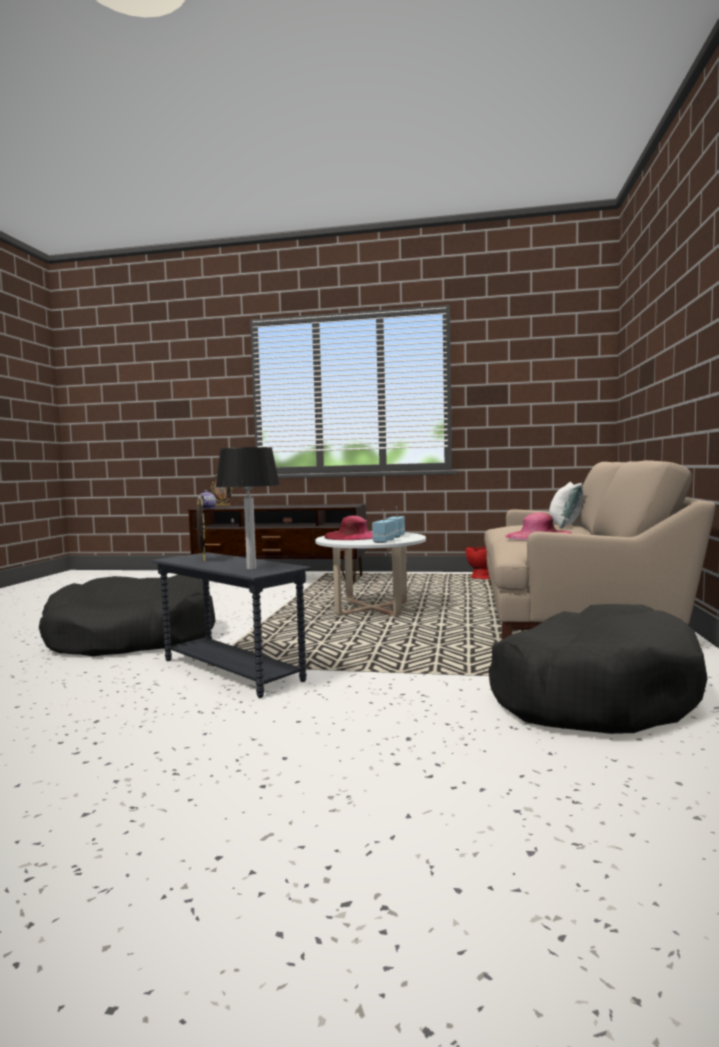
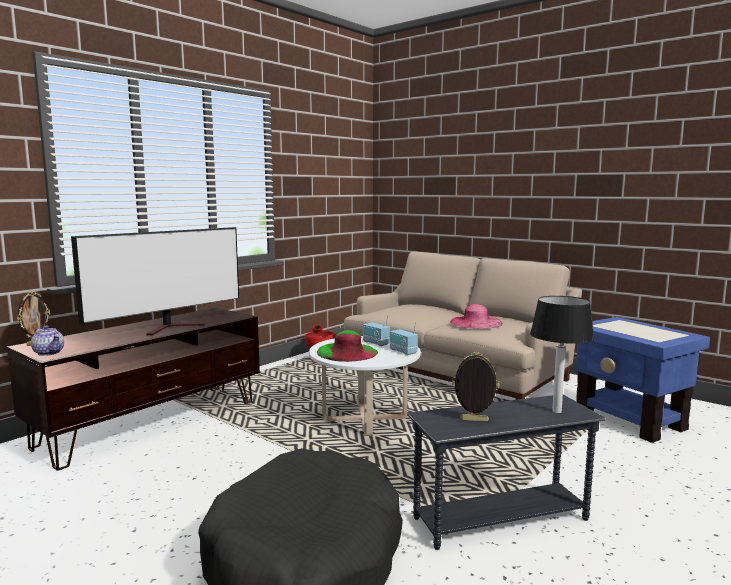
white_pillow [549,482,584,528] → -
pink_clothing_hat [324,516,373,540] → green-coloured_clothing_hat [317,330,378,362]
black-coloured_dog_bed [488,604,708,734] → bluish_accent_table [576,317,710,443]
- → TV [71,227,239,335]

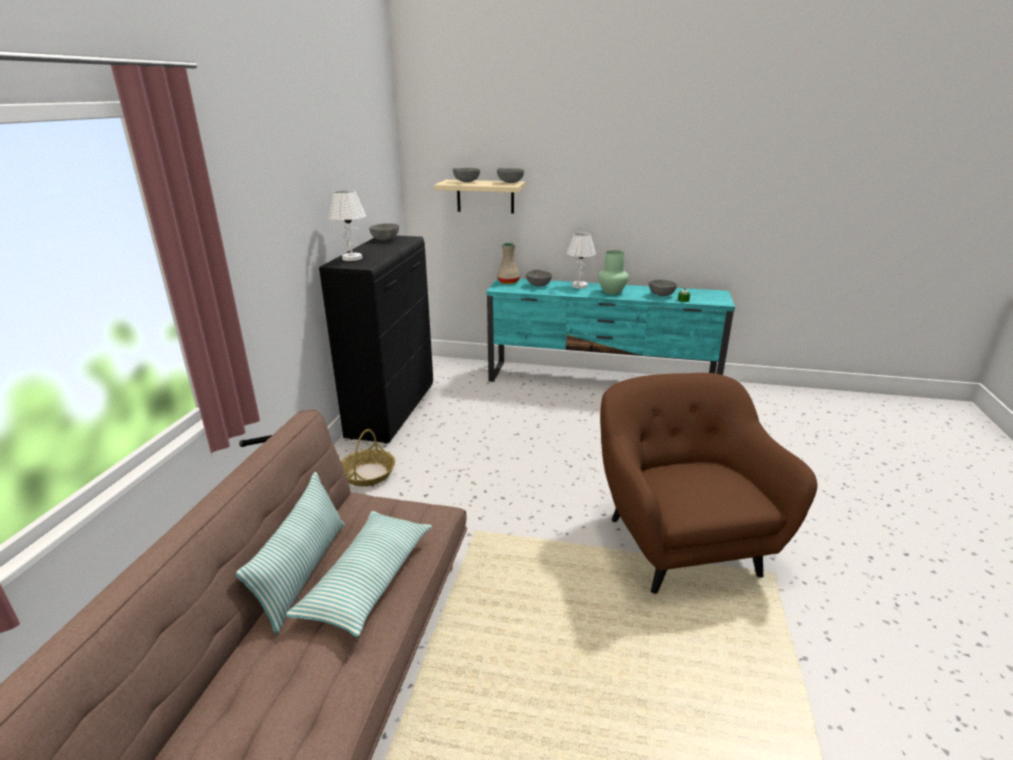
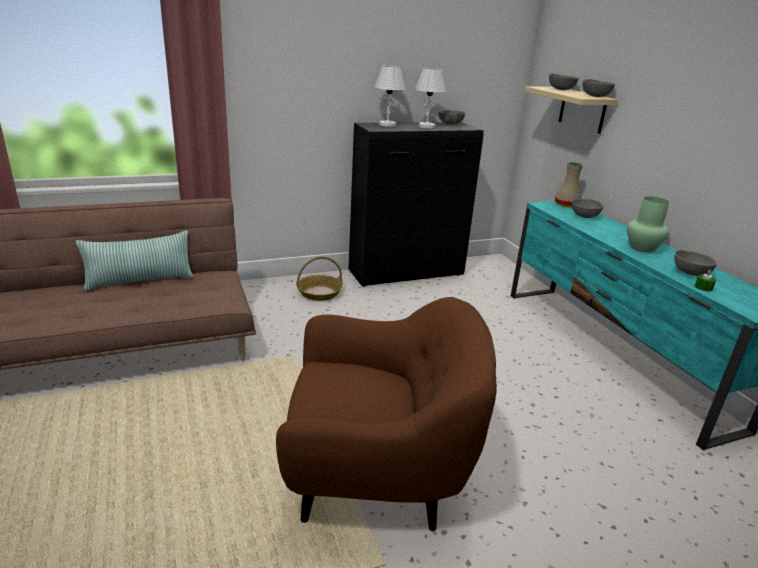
white_lamp_for_a_table [567,233,596,288] → white_lamp_for_a_table [415,68,446,128], shifted
brownish_armchair [600,373,817,594] → brownish_armchair [276,297,497,531], 45 degrees clockwise
pillow [286,511,432,637] → -

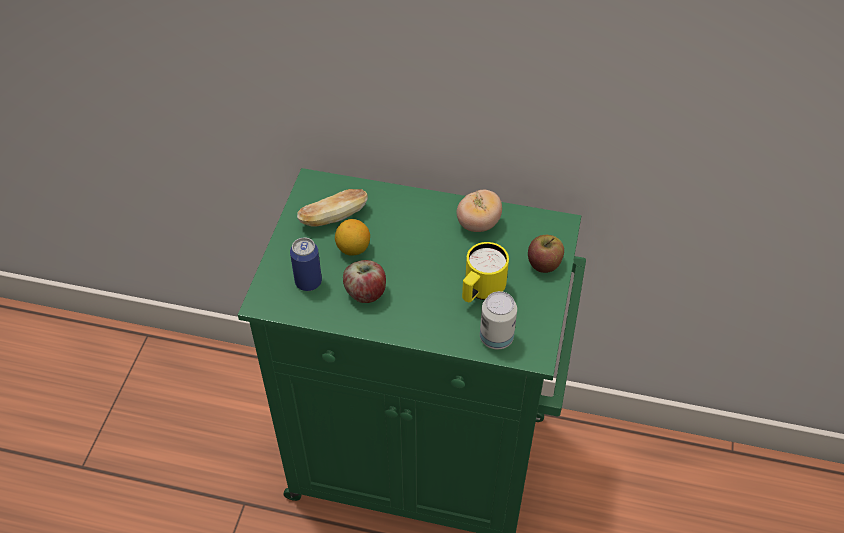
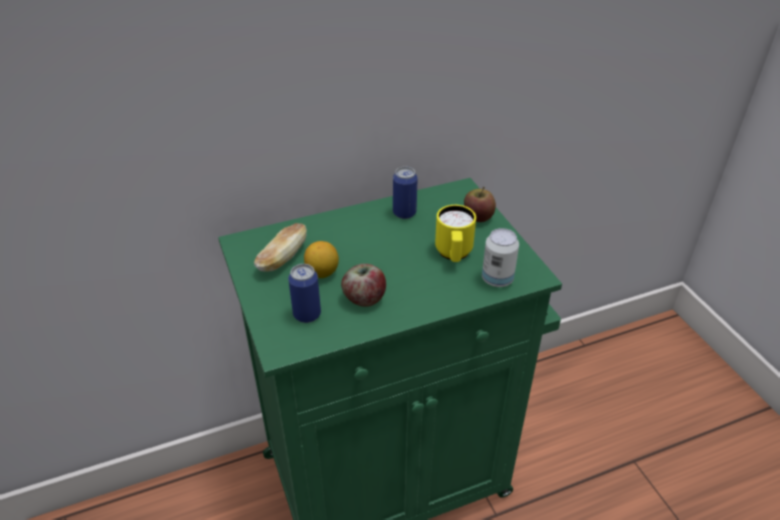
whole_tomato [456,190,502,232] → can [393,167,418,219]

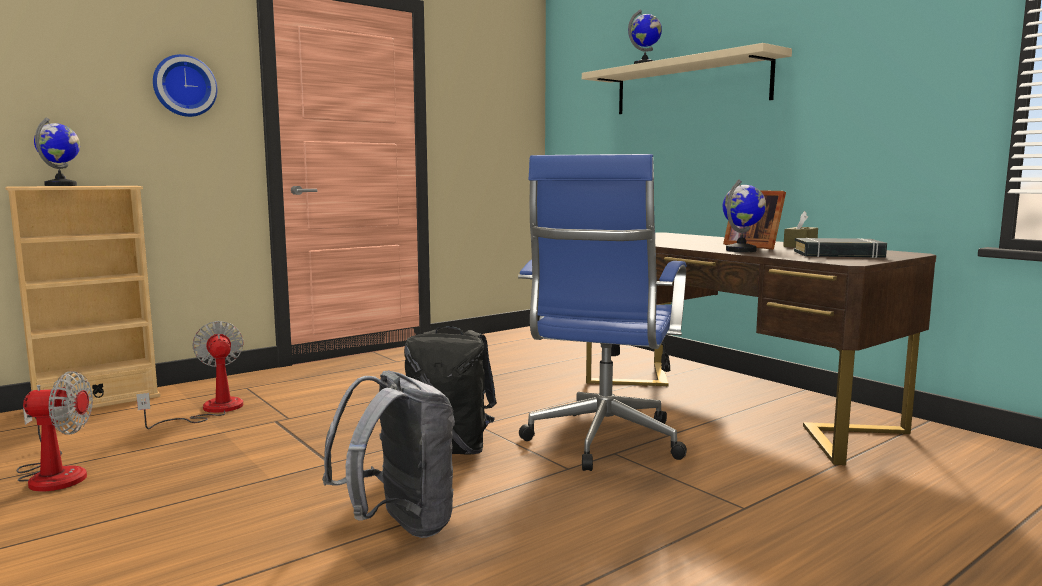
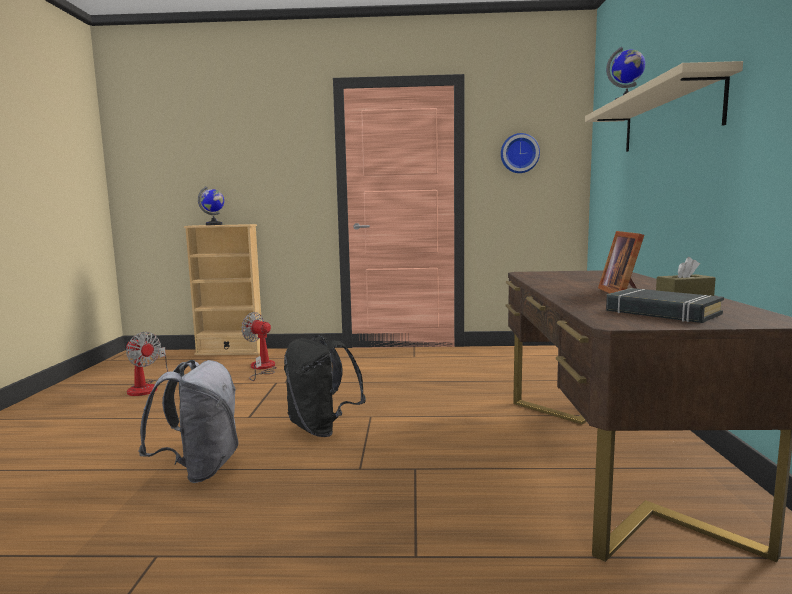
hanging_clock [153,54,217,117] → hanging_clock [501,133,540,173], shifted
bluish_desk_chair [518,154,687,471] → -
world_globe [723,179,766,252] → -
electric_fan [136,321,244,429] → electric_fan [241,312,277,381], 75 degrees counterclockwise

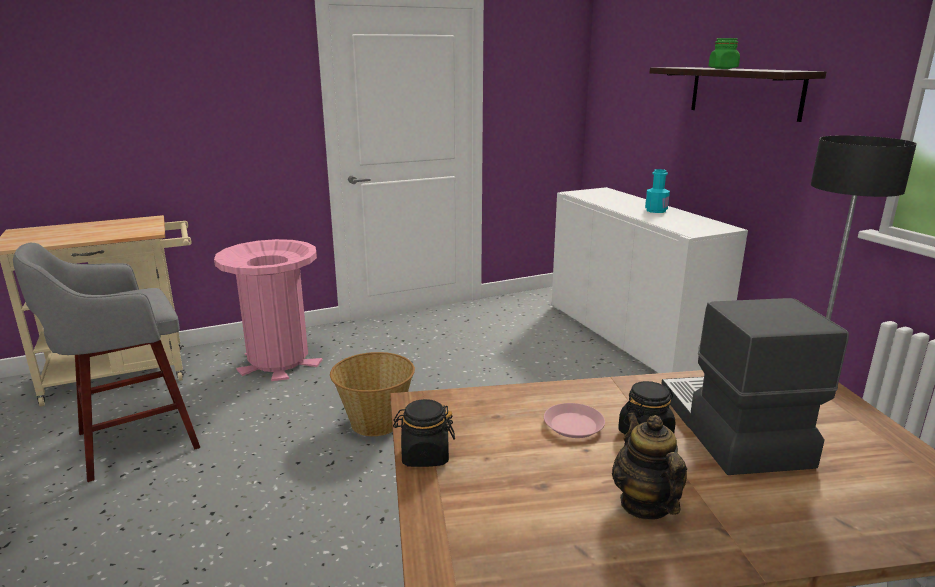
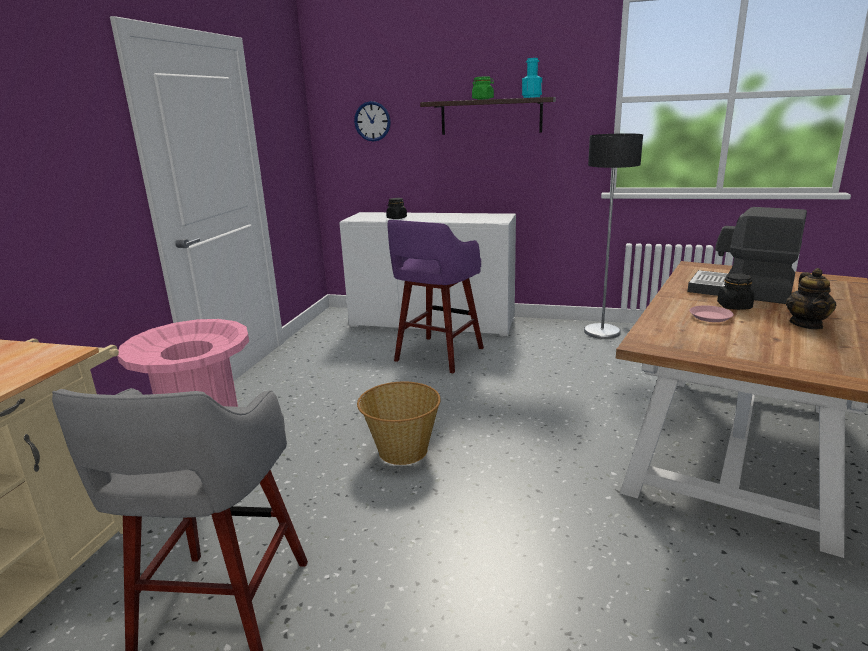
turquoise_drink_bottle [645,169,670,213] → turquoise_drink_bottle [522,58,542,98], shifted
black-coloured_preserve_jar [393,399,455,467] → black-coloured_preserve_jar [386,198,407,219], shifted
teapot [612,413,687,520] → teapot [786,268,836,330], 105 degrees counterclockwise
- → hanging_clock [354,101,391,142]
- → purple_sitting_stool [387,220,484,373]

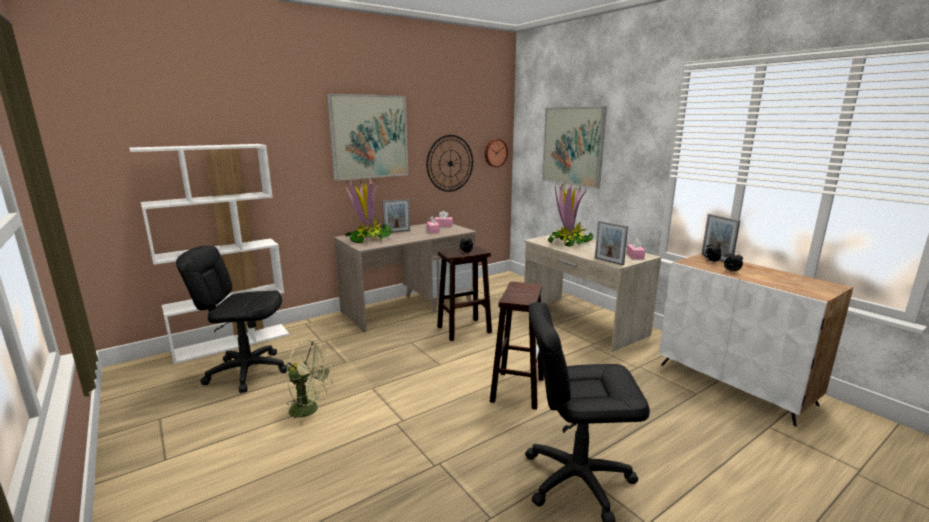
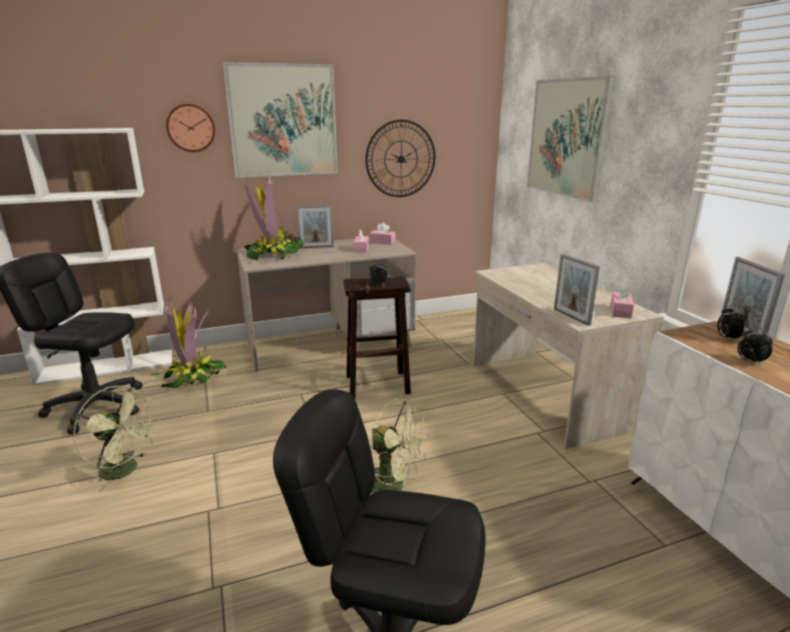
hanging_clock [485,139,508,167] → hanging_clock [166,104,215,152], shifted
houseplant [548,181,593,247] → houseplant [150,298,227,388], shifted
brownish_sitting_stool [490,282,544,410] → green-coloured_electric_fan [371,399,429,493]

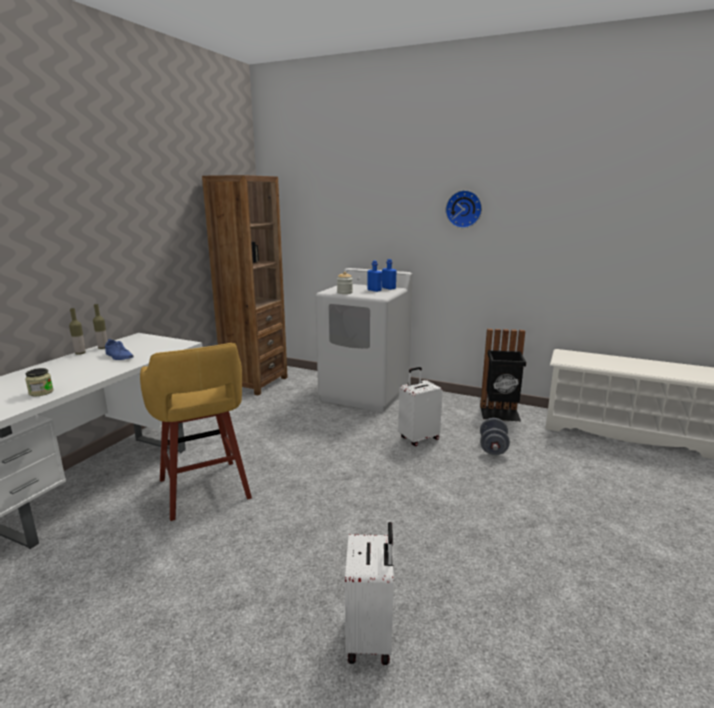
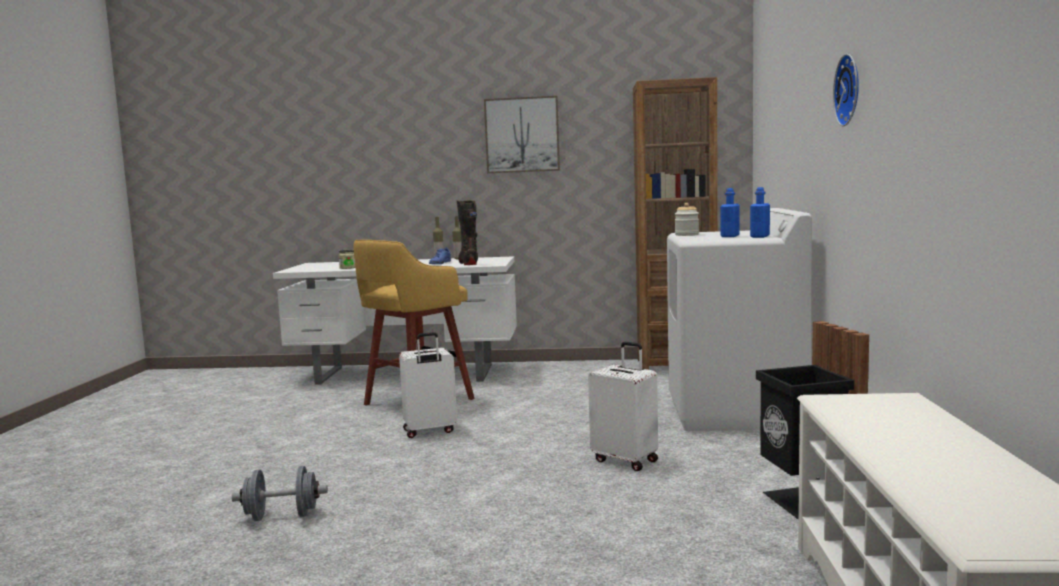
gray_hand_weight [480,418,510,455] → gray_hand_weight [232,466,328,521], shifted
white_suitcase [345,522,394,665] → white_suitcase [399,332,457,438], shifted
- → wall_art [484,96,560,173]
- → black-coloured_high-top_boot [457,200,478,265]

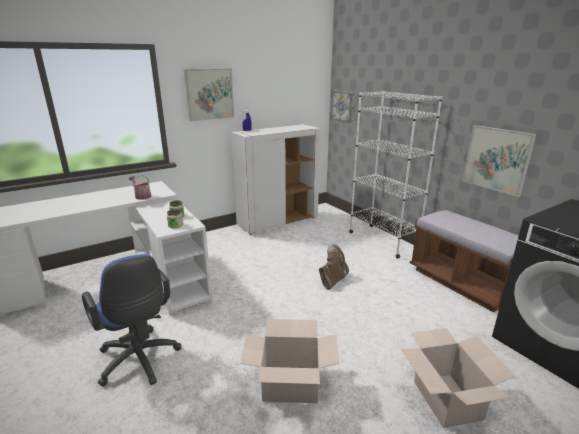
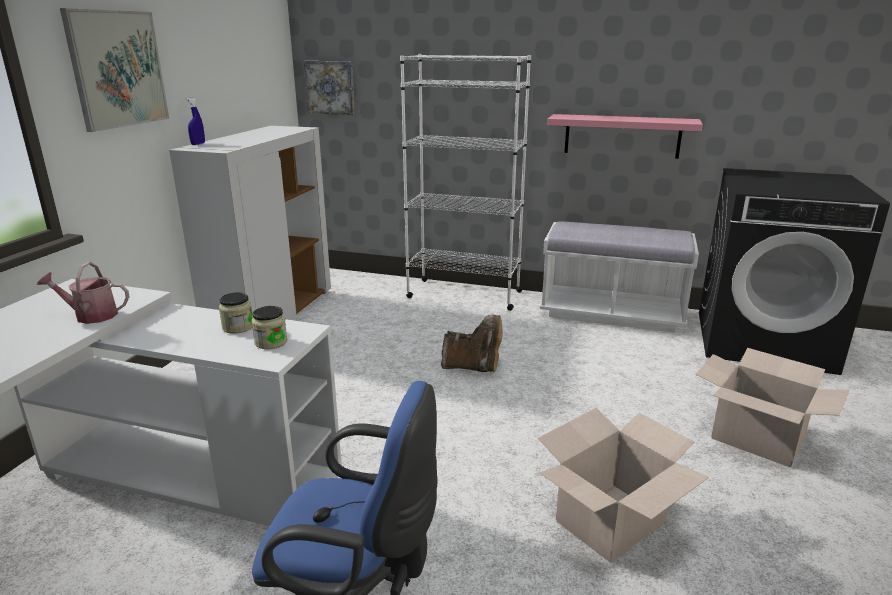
wall_art [463,125,536,197] → pink_wall_shelf [547,114,703,159]
brownish_long_seat [410,210,519,312] → white_long_seat [540,221,699,332]
brownish_high-top_boot [319,245,349,290] → brownish_high-top_boot [441,314,502,372], 105 degrees clockwise

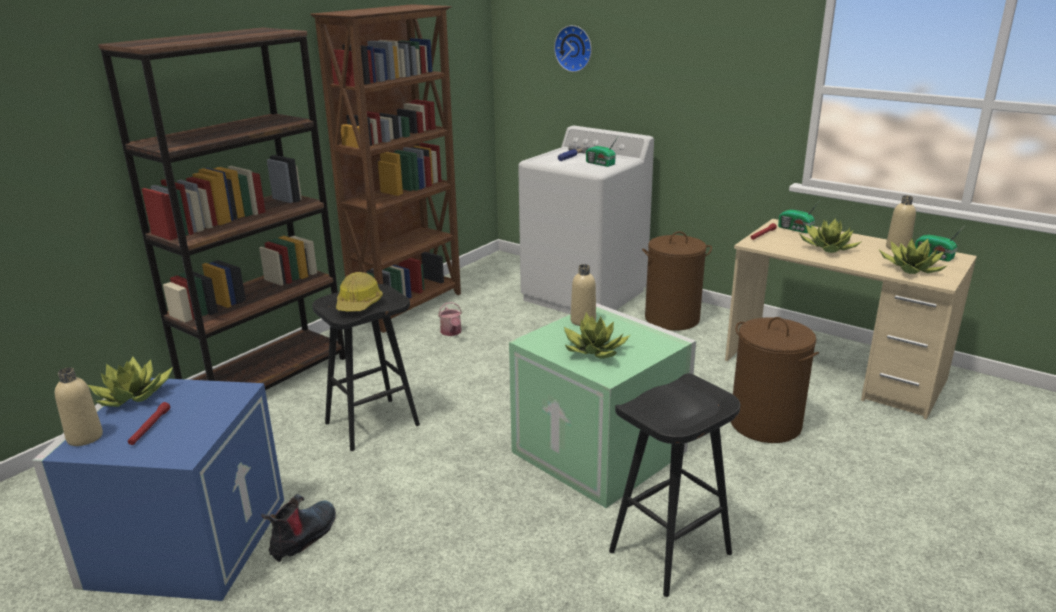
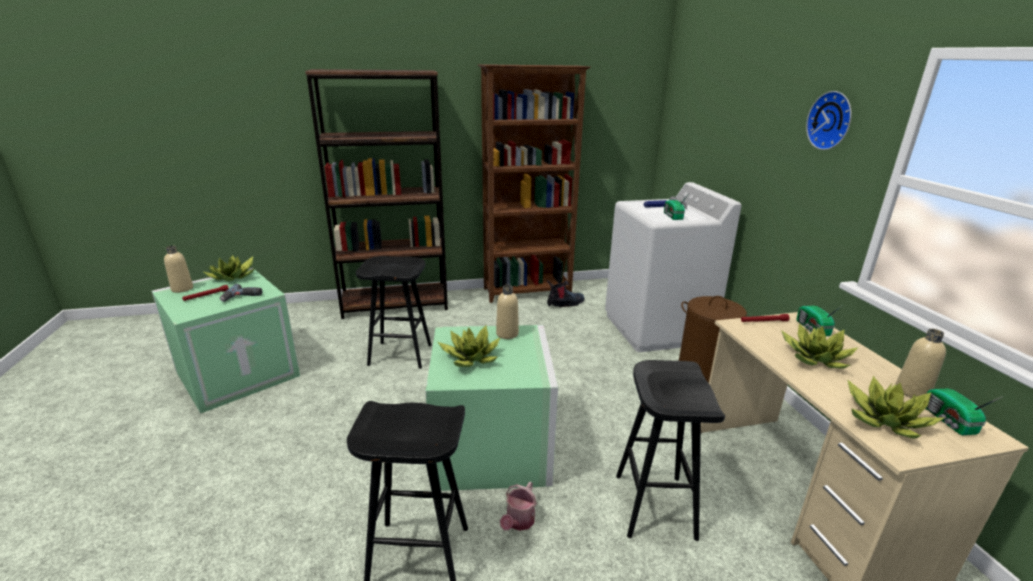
hanging_clock [554,25,592,72] → hanging_clock [806,91,852,150], shifted
hard_hat [336,272,383,312] → -
watering_can [438,302,462,336] → watering_can [500,481,537,531], shifted
brownish_washing_basket [731,317,819,443] → black-coloured_sitting_stool [616,360,725,541]
bluish_storage_box [32,378,284,601] → green-coloured_storage_box [152,268,300,414]
high-top_boot [261,494,336,562] → high-top_boot [547,280,585,307], shifted
- → electric_drill [220,284,262,302]

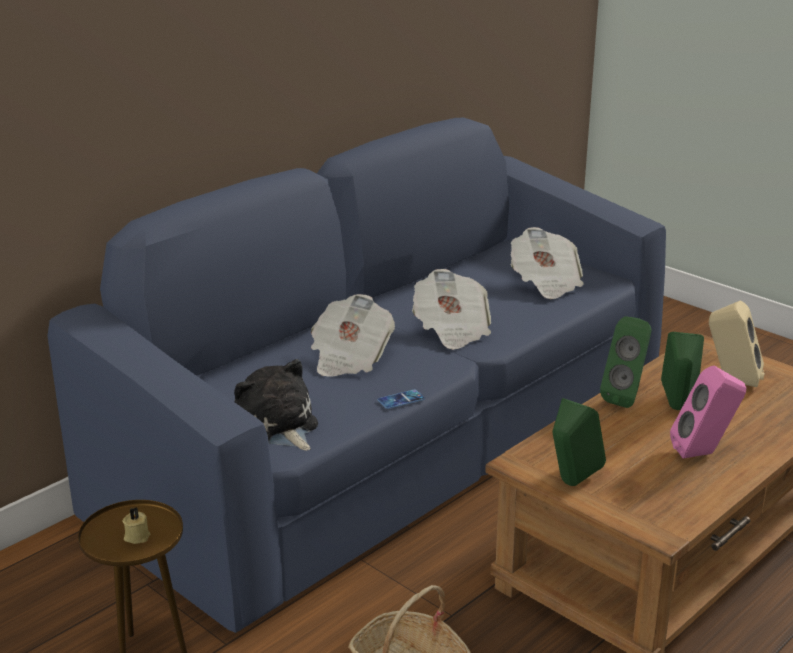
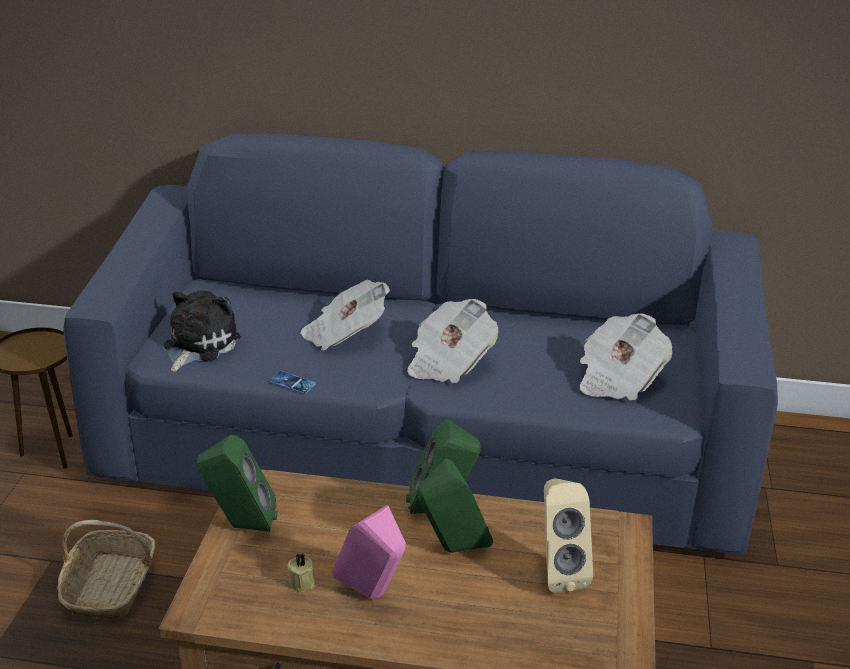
beige_candle [122,507,150,544] → beige_candle [287,554,315,592], shifted

